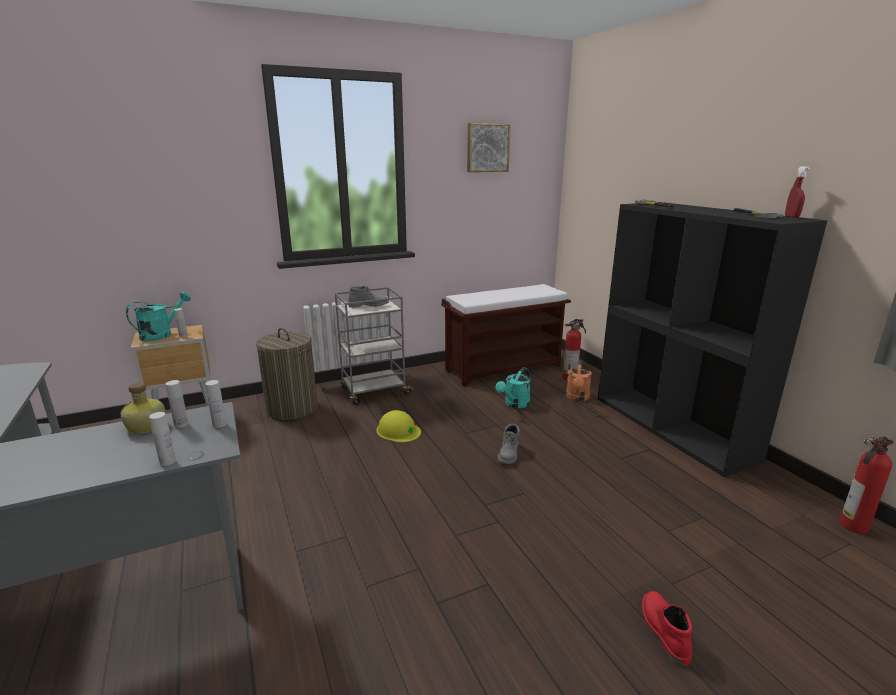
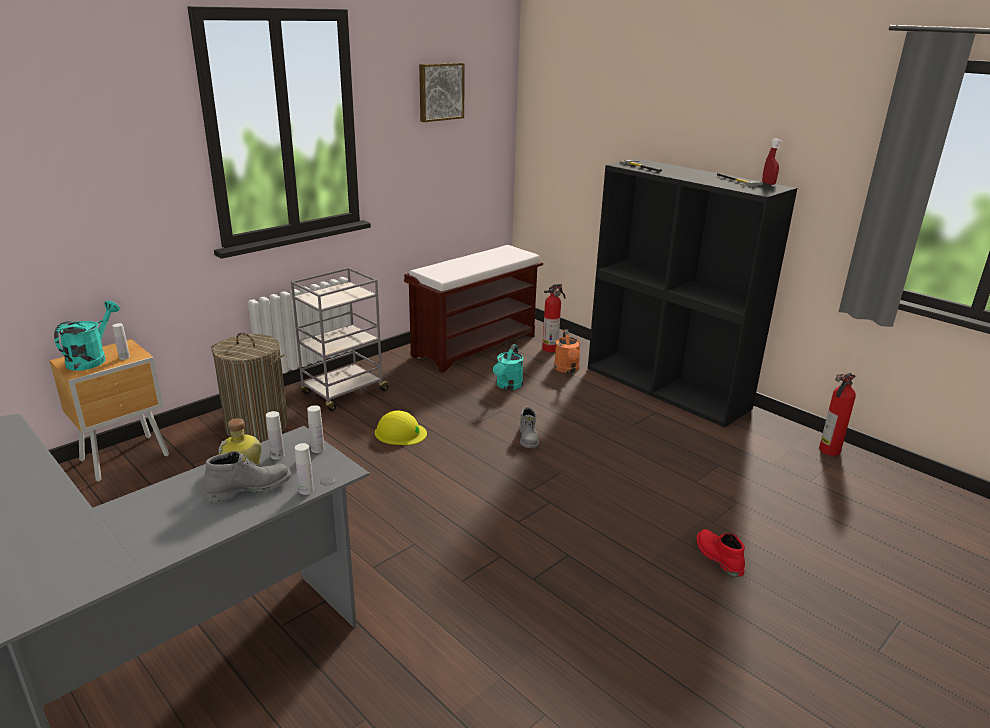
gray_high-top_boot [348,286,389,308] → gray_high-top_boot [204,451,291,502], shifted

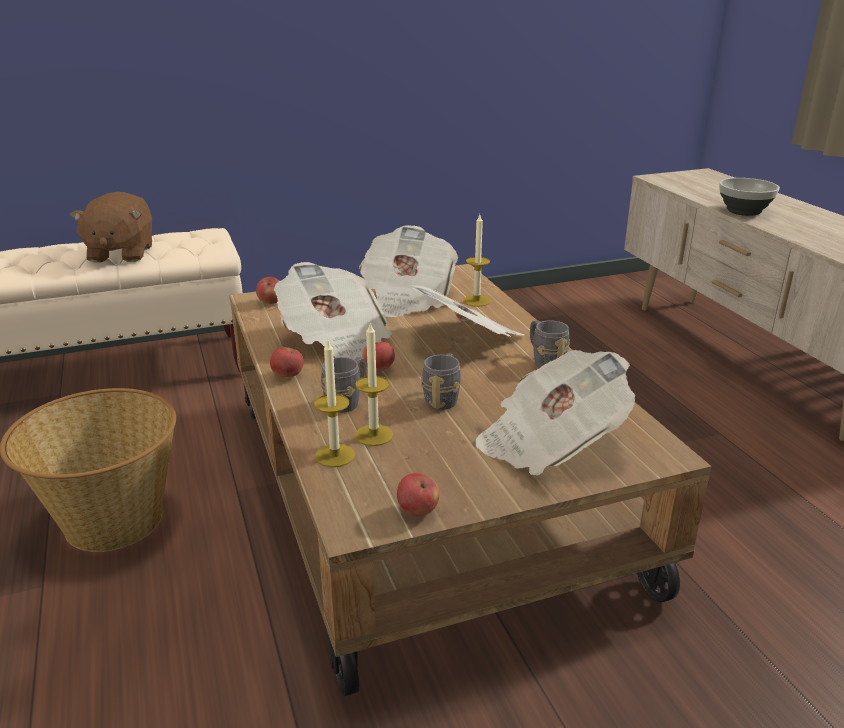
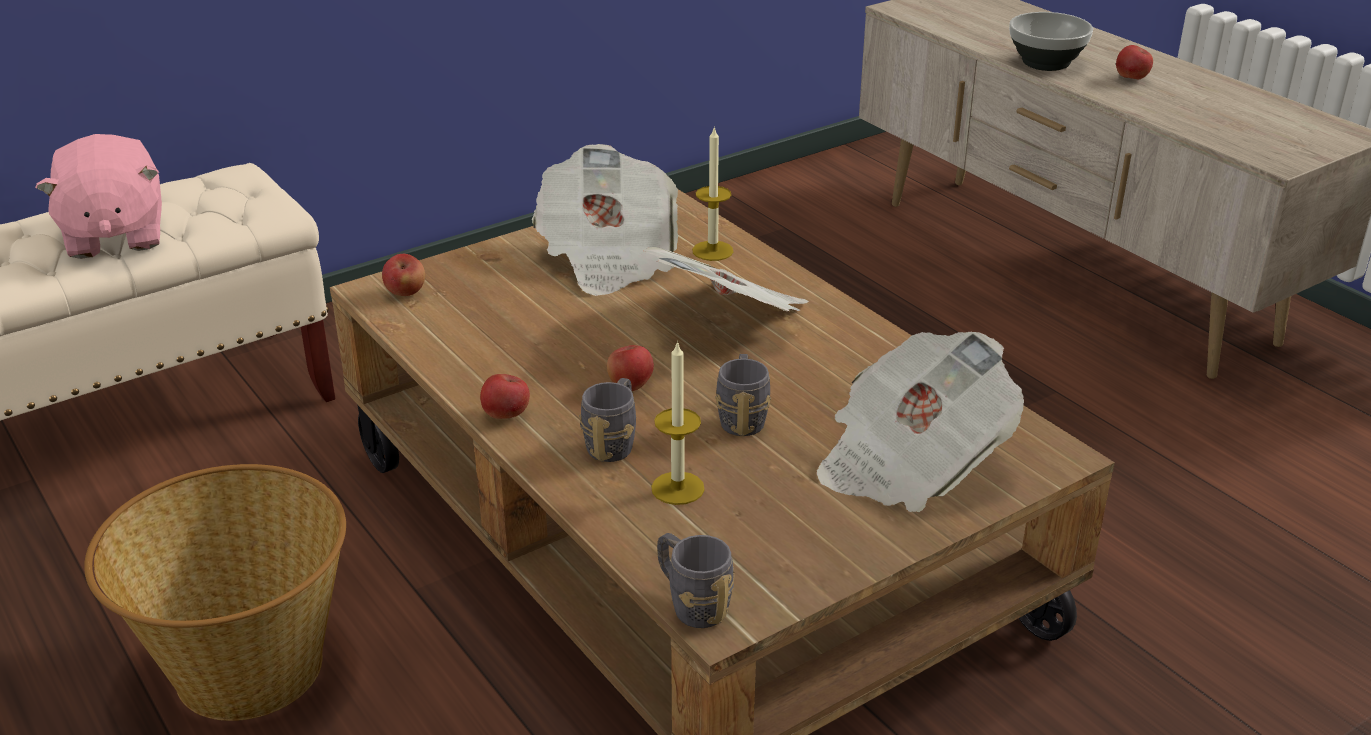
brownish_cuddly_toy [70,192,152,263] → pink_cuddly_toy [35,134,162,259]
newspaper [274,262,392,359] → -
gray_coffee_mug [530,320,570,368] → gray_coffee_mug [657,533,734,628], shifted
candle [314,340,355,467] → -
whole_apple [397,473,439,517] → whole_apple [1116,45,1153,79], shifted

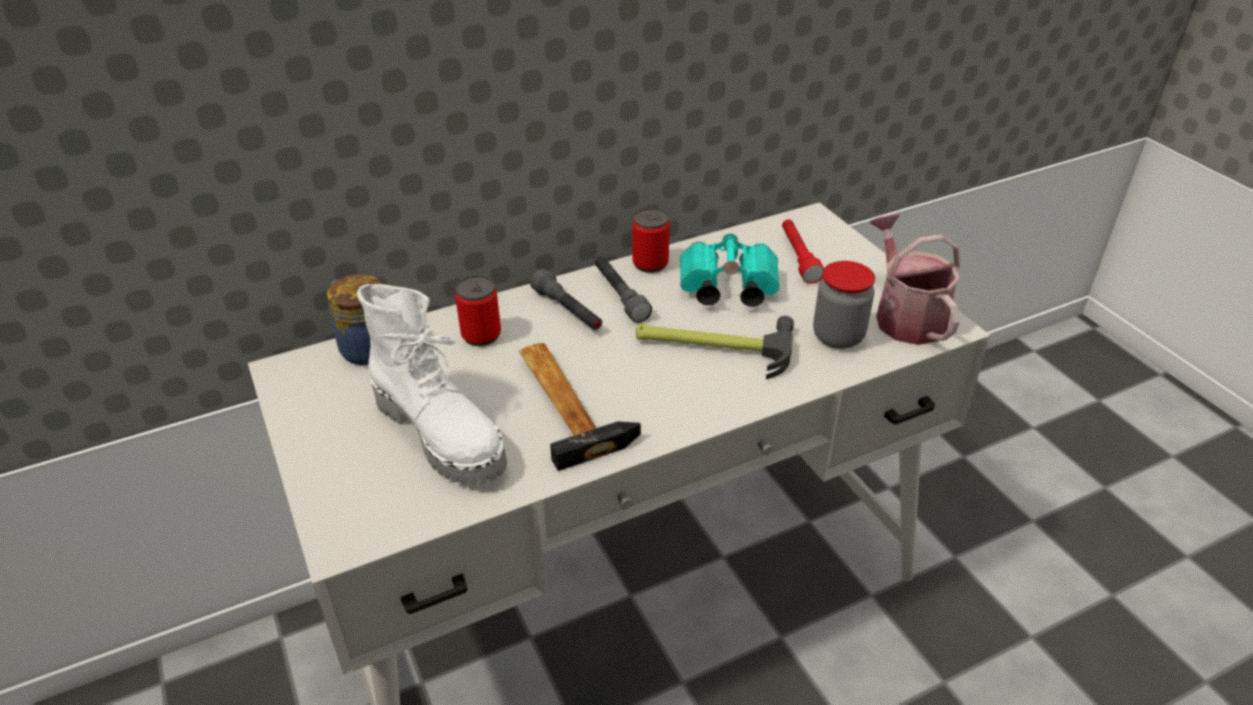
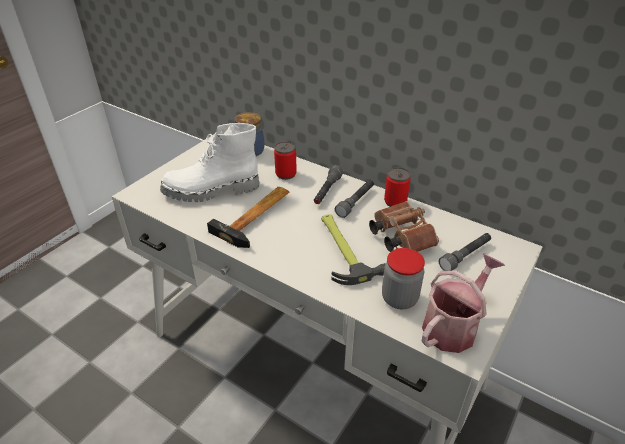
red-coloured_torch [782,219,824,284] → gray_torch [439,233,491,271]
turquoise_binoculars [680,233,780,307] → brownish_binoculars [369,201,439,252]
white_high-top_boot [357,284,507,485] → white_high-top_boot [160,123,259,202], 60 degrees clockwise

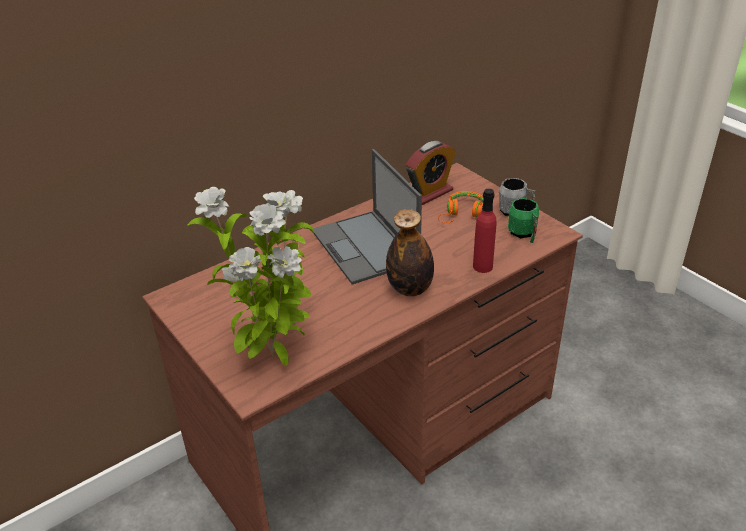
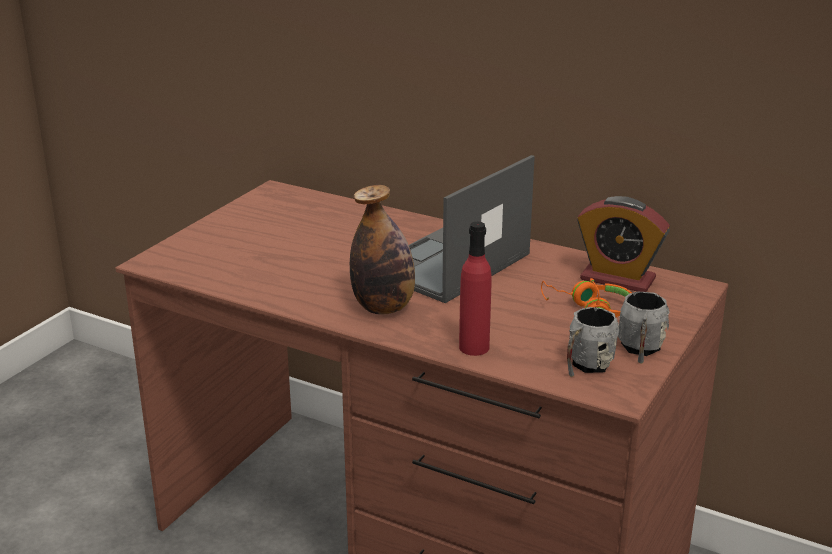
houseplant [187,187,314,367] → -
green-coloured_coffee_mug [508,198,539,243] → gray_coffee_mug [567,307,619,377]

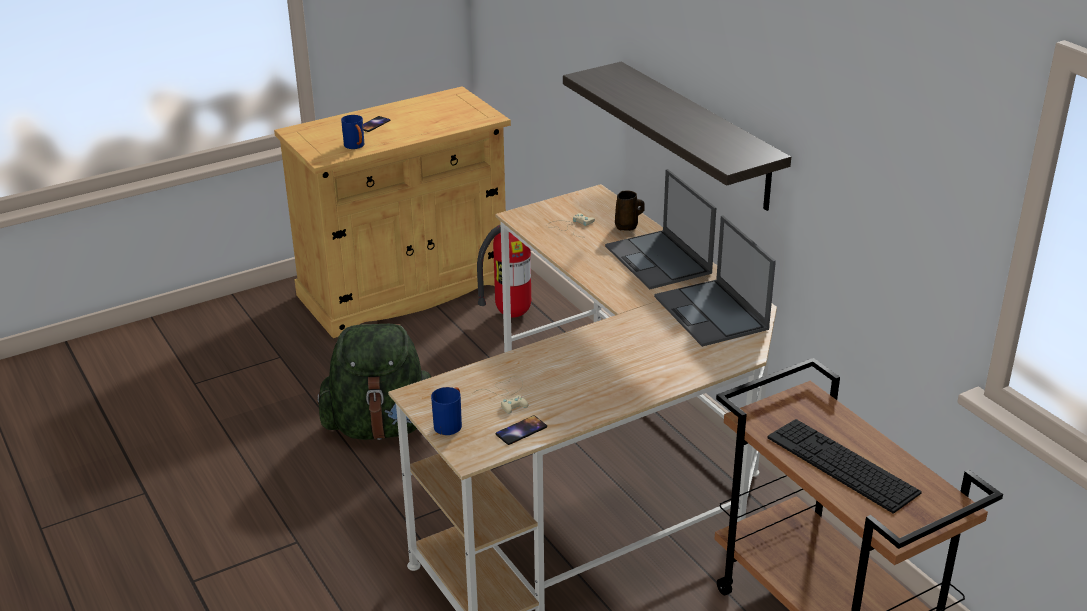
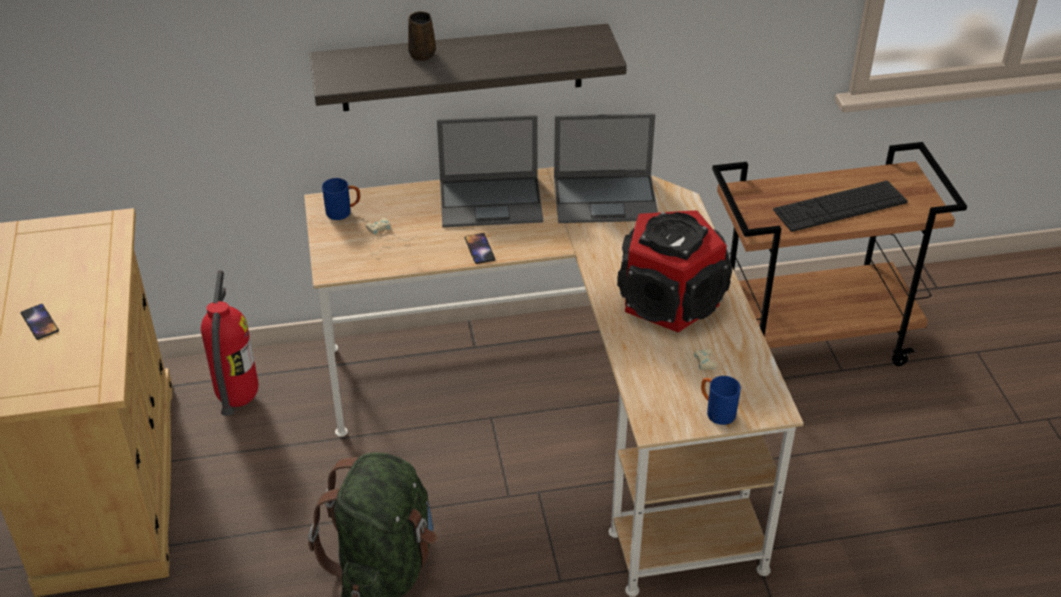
bluish_coffee_mug [341,115,364,149] → bluish_coffee_mug [322,178,360,220], shifted
brownish_coffee_mug [615,190,644,231] → brownish_coffee_mug [408,11,436,61], shifted
phone [495,415,547,445] → phone [465,233,495,264], shifted
- → speaker [617,210,732,332]

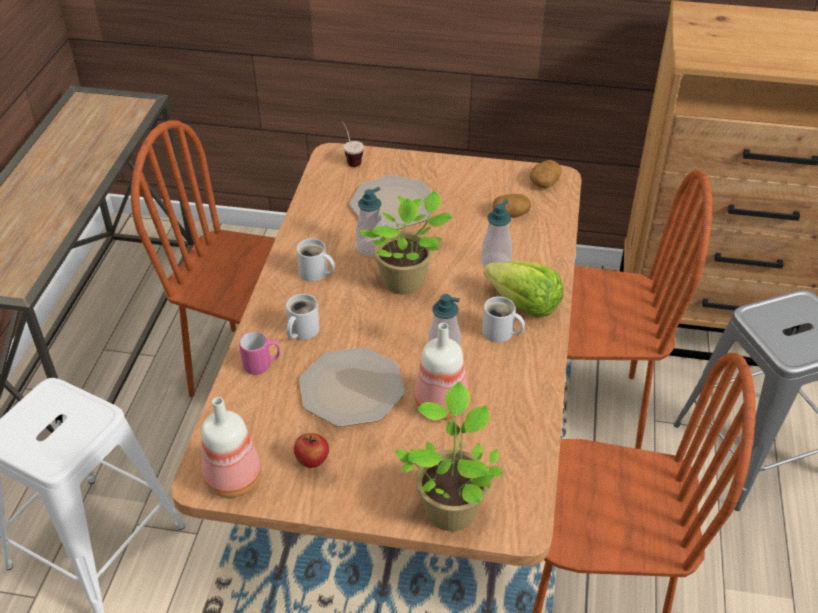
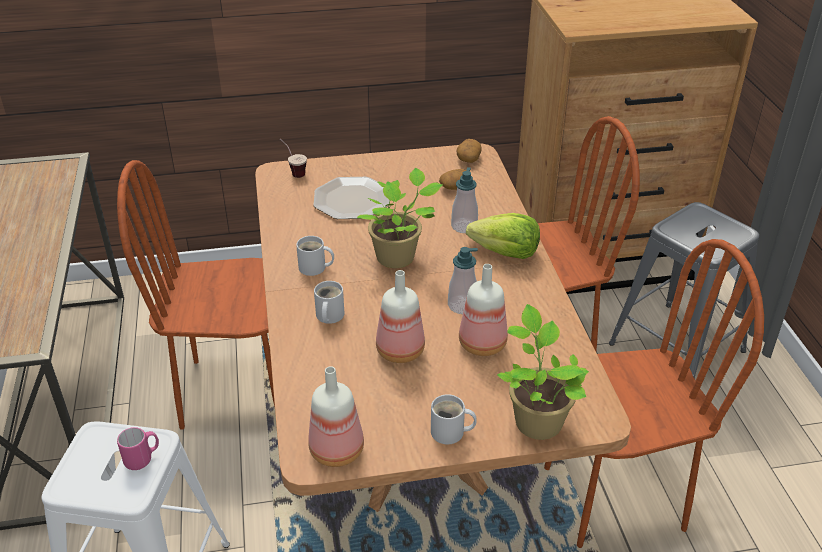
liquid_soap_bottle [356,187,384,257] → -
white_coffee_mug [482,296,525,343] → white_coffee_mug [431,394,476,444], shifted
pink_coffee_mug [239,331,280,375] → pink_coffee_mug [117,427,159,470], shifted
dinner_plate [299,347,405,427] → drink_bottle [376,270,425,363]
whole_apple [294,433,329,468] → -

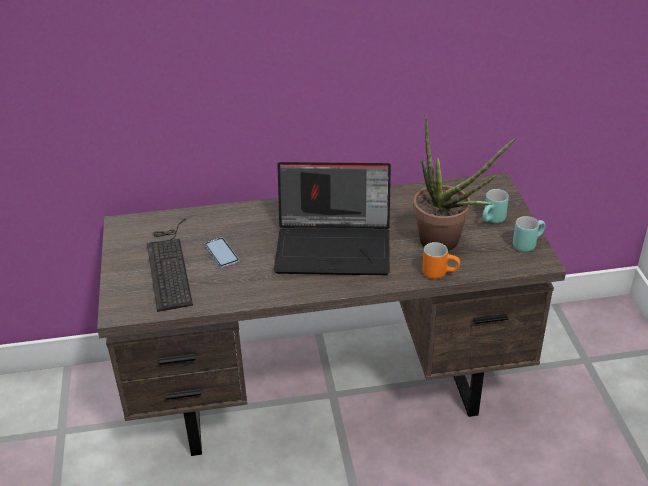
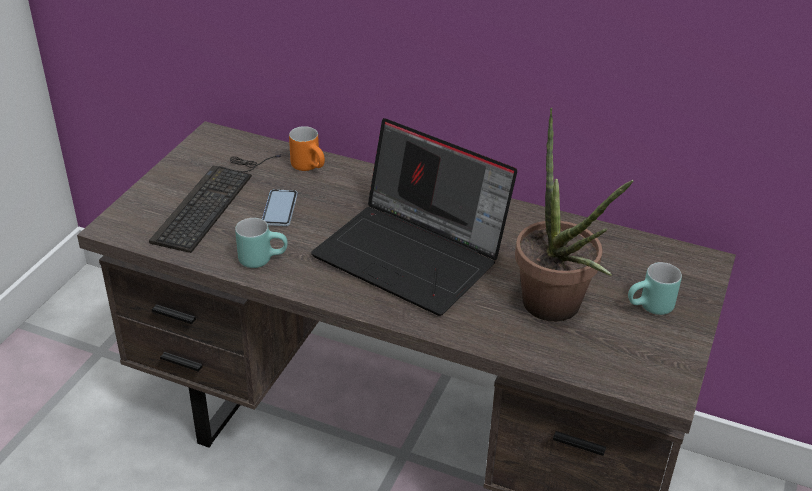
turquoise_coffee_mug [513,216,546,252] → turquoise_coffee_mug [235,218,288,268], shifted
orangey_coffee_mug [422,242,460,279] → orangey_coffee_mug [289,126,325,171], shifted

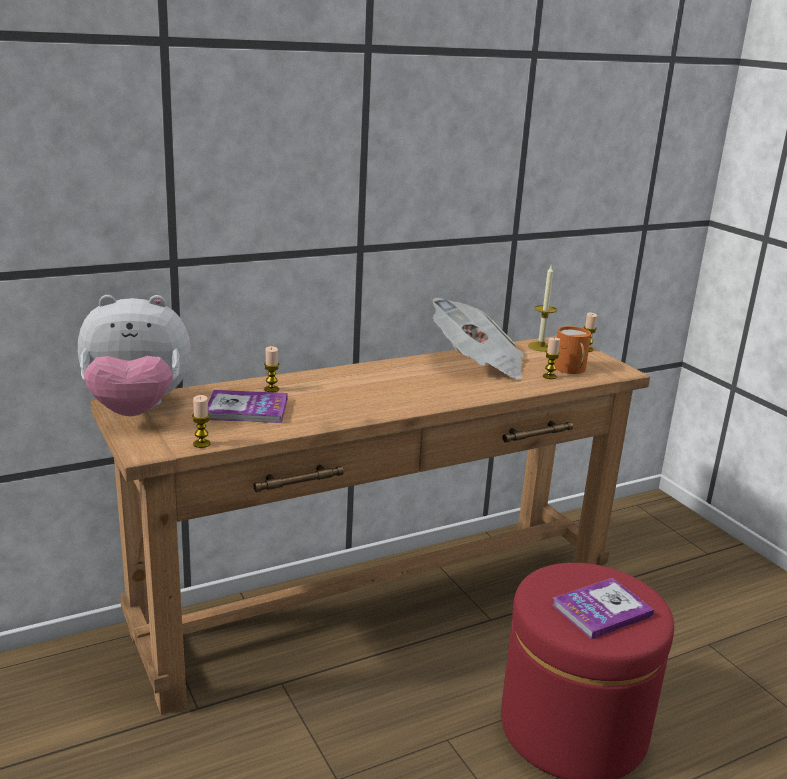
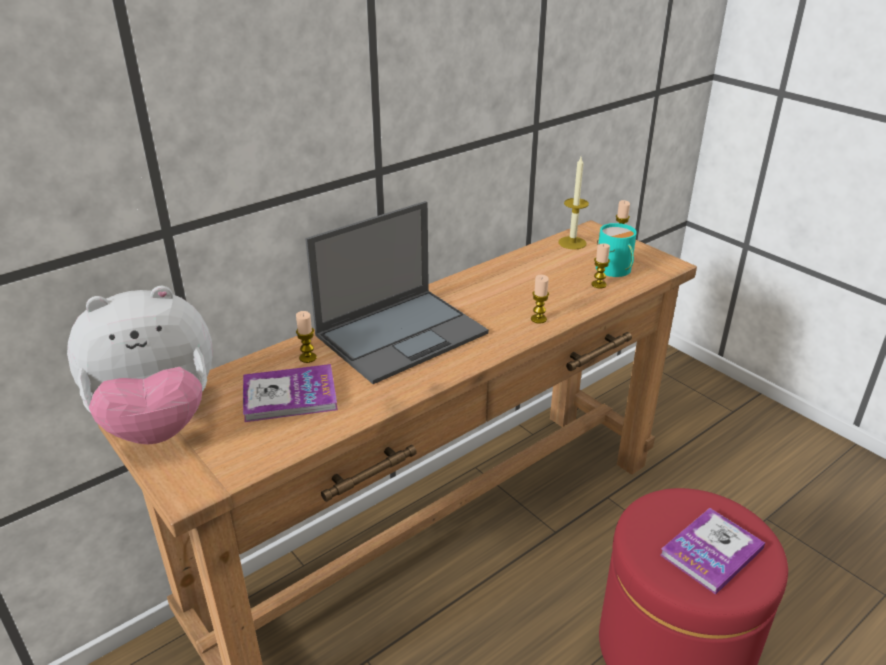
newspaper [433,298,524,379] → -
orangey_coffee_mug [554,326,591,374] → turquoise_coffee_mug [596,223,637,277]
candle [192,395,210,448] → candle [531,275,549,324], shifted
- → laptop [305,201,489,384]

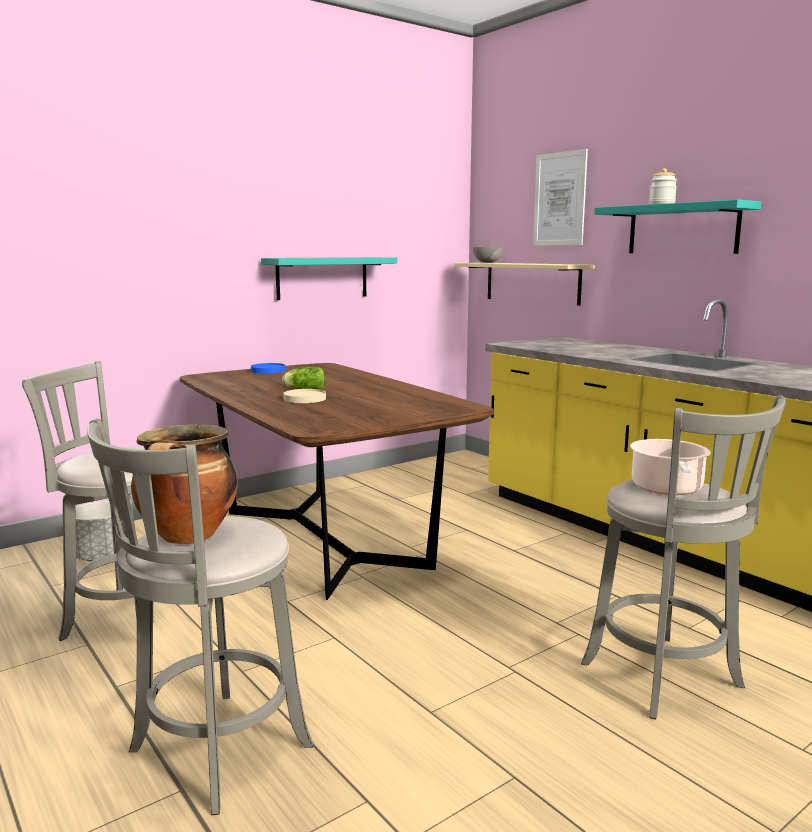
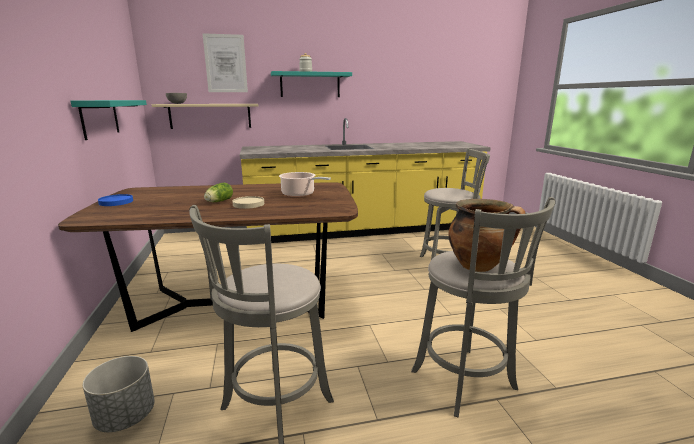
saucepot [630,439,711,495] → saucepot [279,172,331,197], shifted

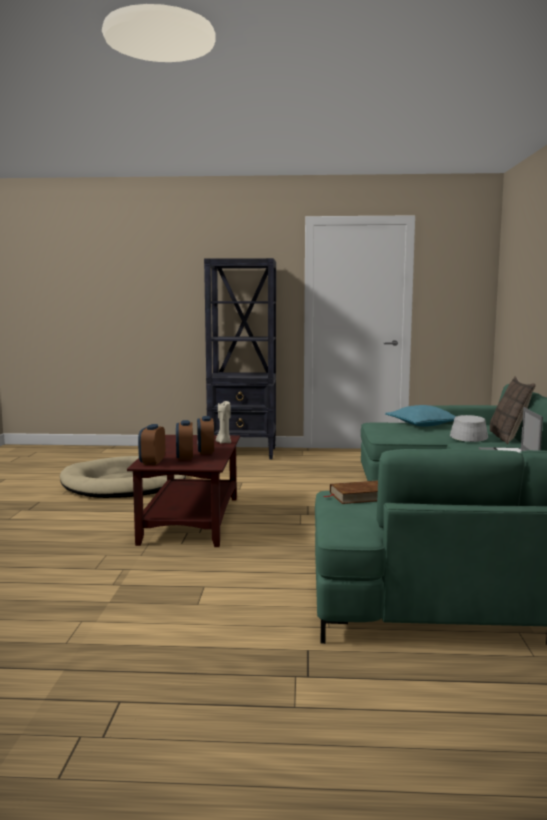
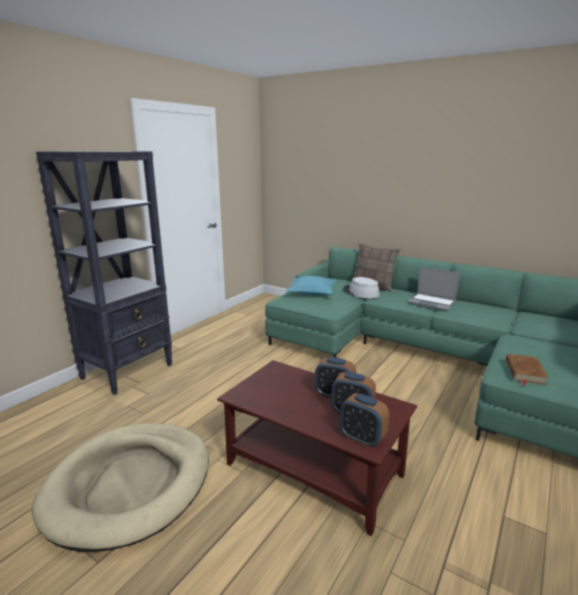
beige_candle [216,401,231,443] → -

